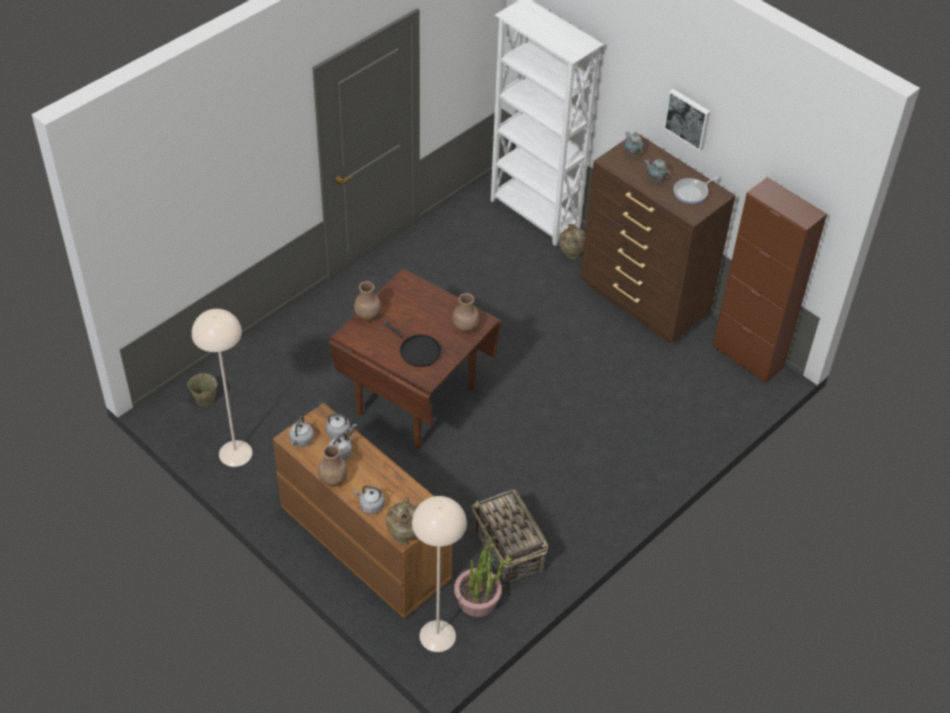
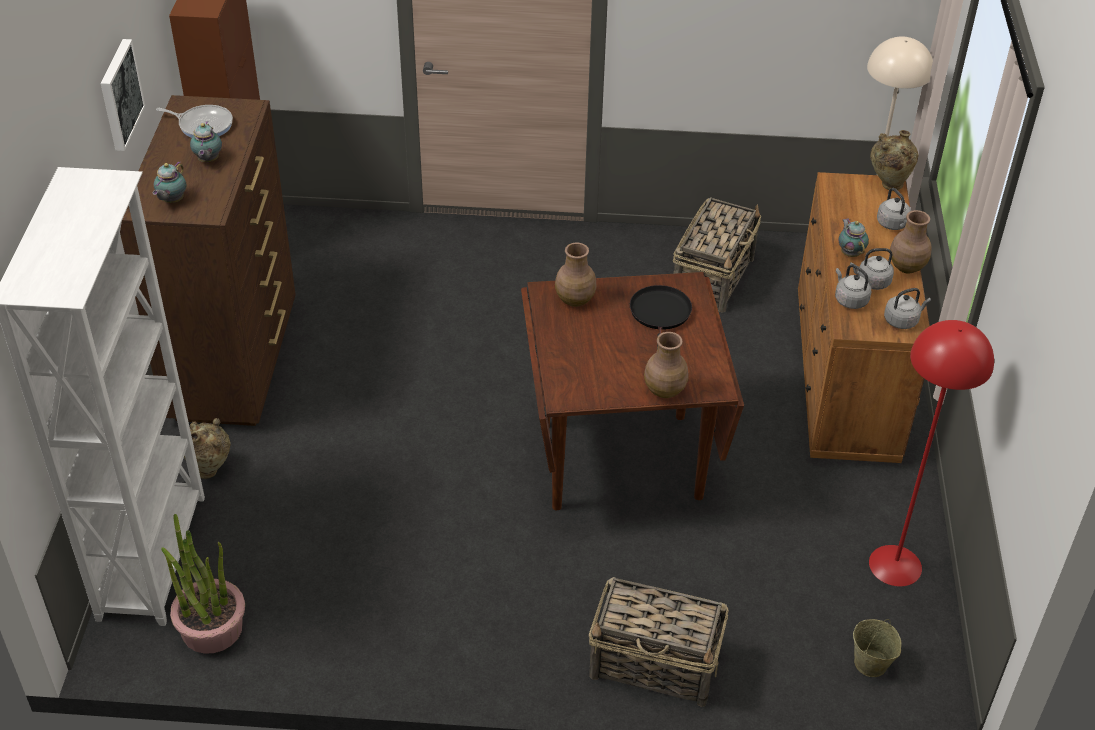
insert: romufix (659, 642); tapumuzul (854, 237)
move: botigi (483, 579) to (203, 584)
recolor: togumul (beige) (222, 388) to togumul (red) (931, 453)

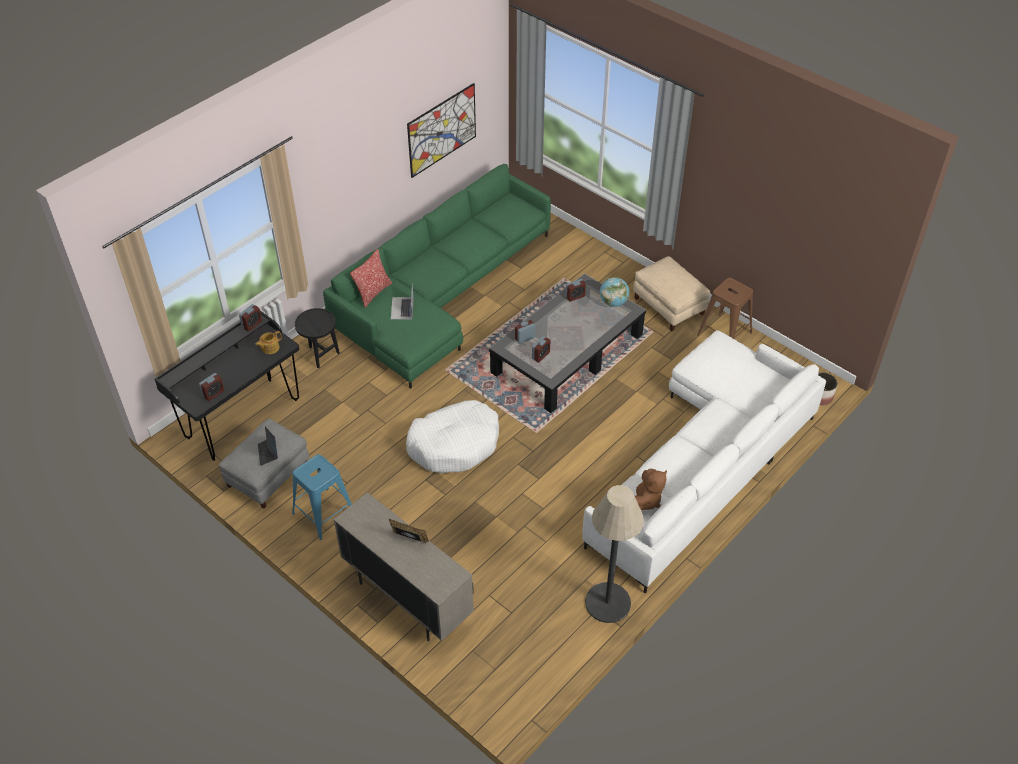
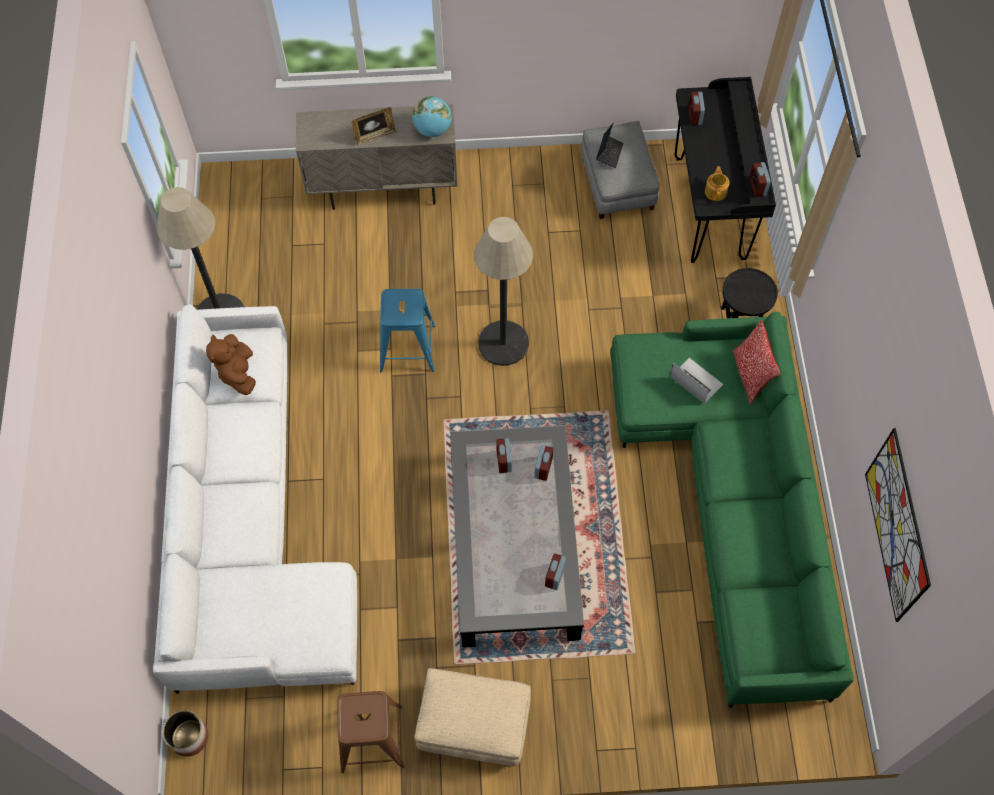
move: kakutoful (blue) (322, 497) to (407, 330); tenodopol (614, 292) to (432, 116)
replace: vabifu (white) (452, 436) to togumul (503, 291)
rotate: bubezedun (268, 446) = (609, 145) 75 degrees clockwise

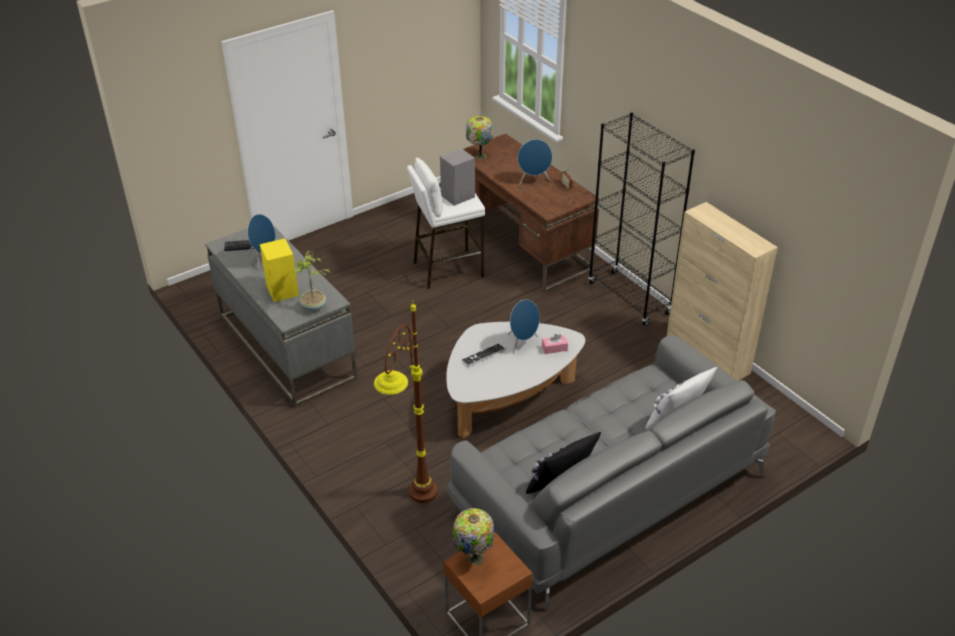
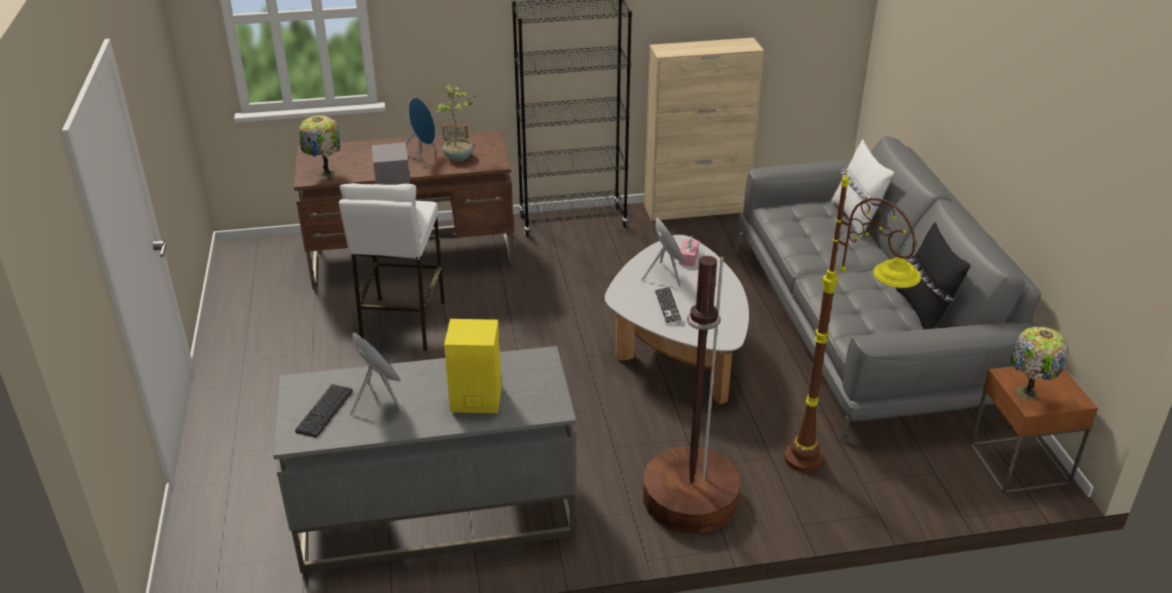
insert: togumul (brown) (692, 394)
move: botigi (311, 281) to (455, 123)

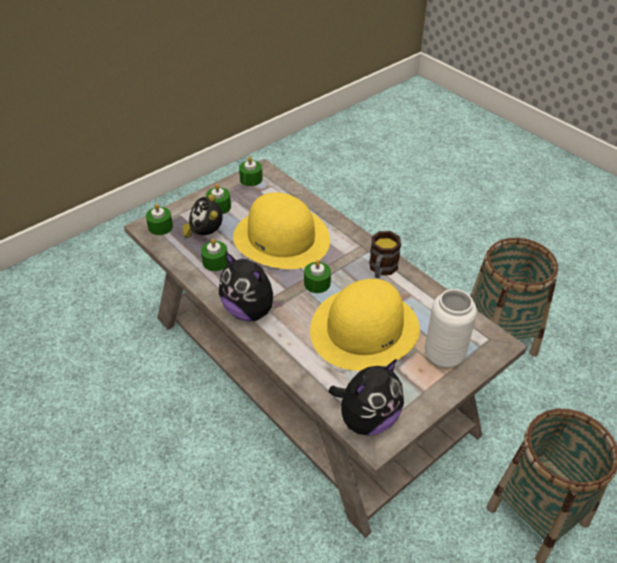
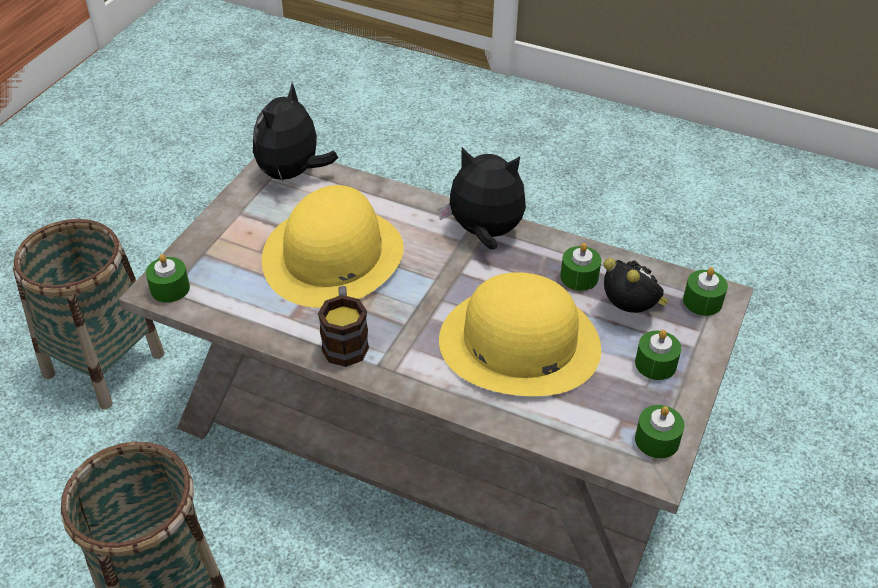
delete: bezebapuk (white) (451, 328)
move: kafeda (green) (317, 276) to (168, 278)

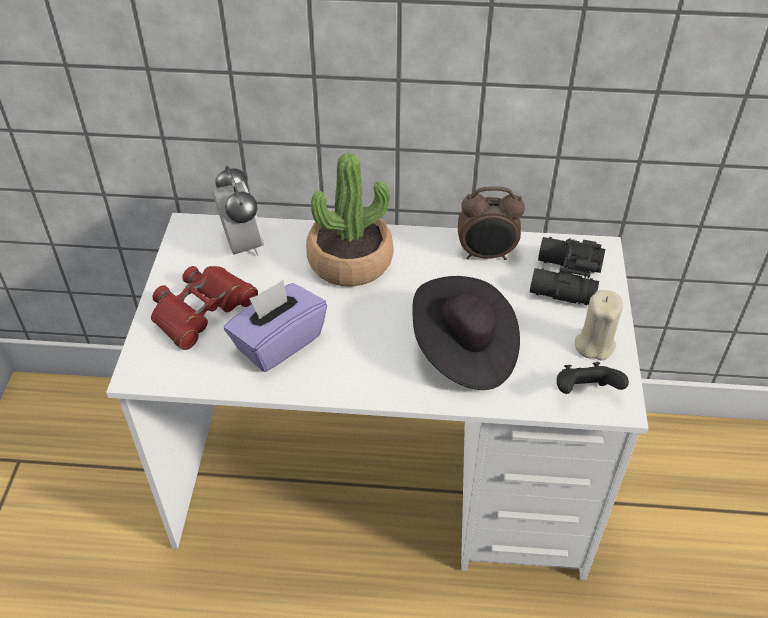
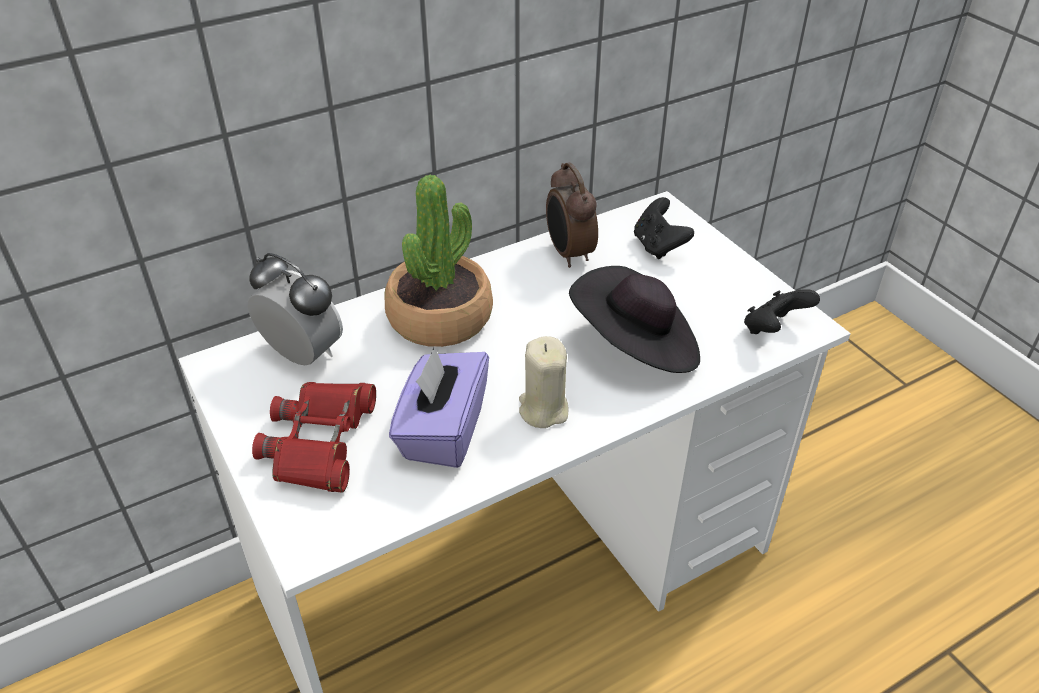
move: kafeda (beige) (599, 325) to (543, 382)
replace: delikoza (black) (567, 271) to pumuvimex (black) (664, 228)
rotate: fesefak (491, 223) = (572, 215) 105 degrees clockwise

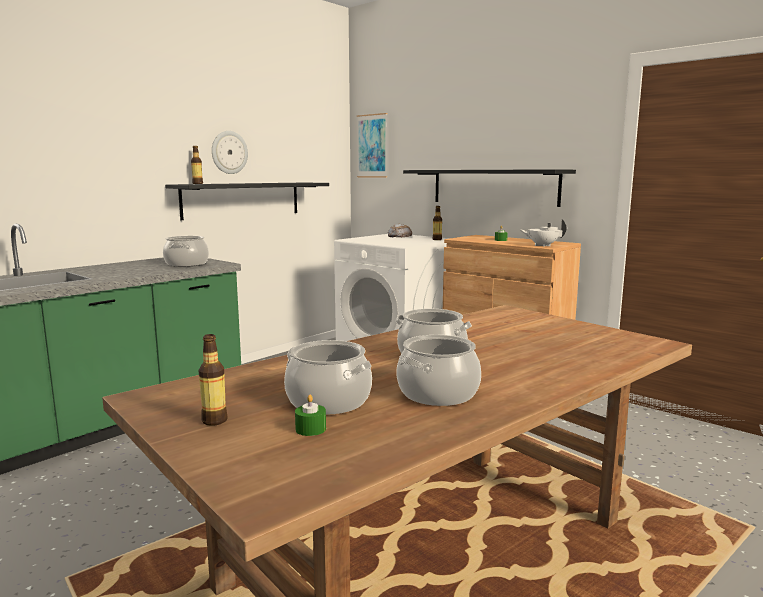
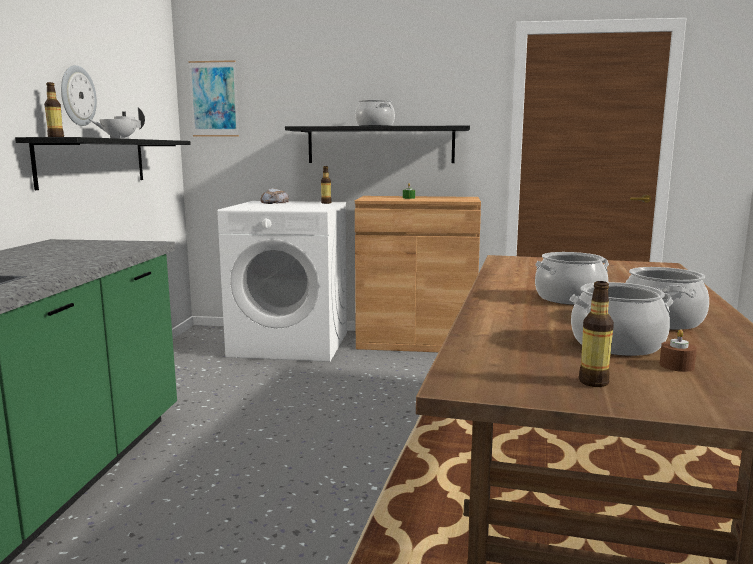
move: tapumuzul (white) (543, 233) to (116, 123); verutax (186, 251) to (375, 113)
recolor: kafeda (green) (310, 415) to kafeda (brown) (678, 350)

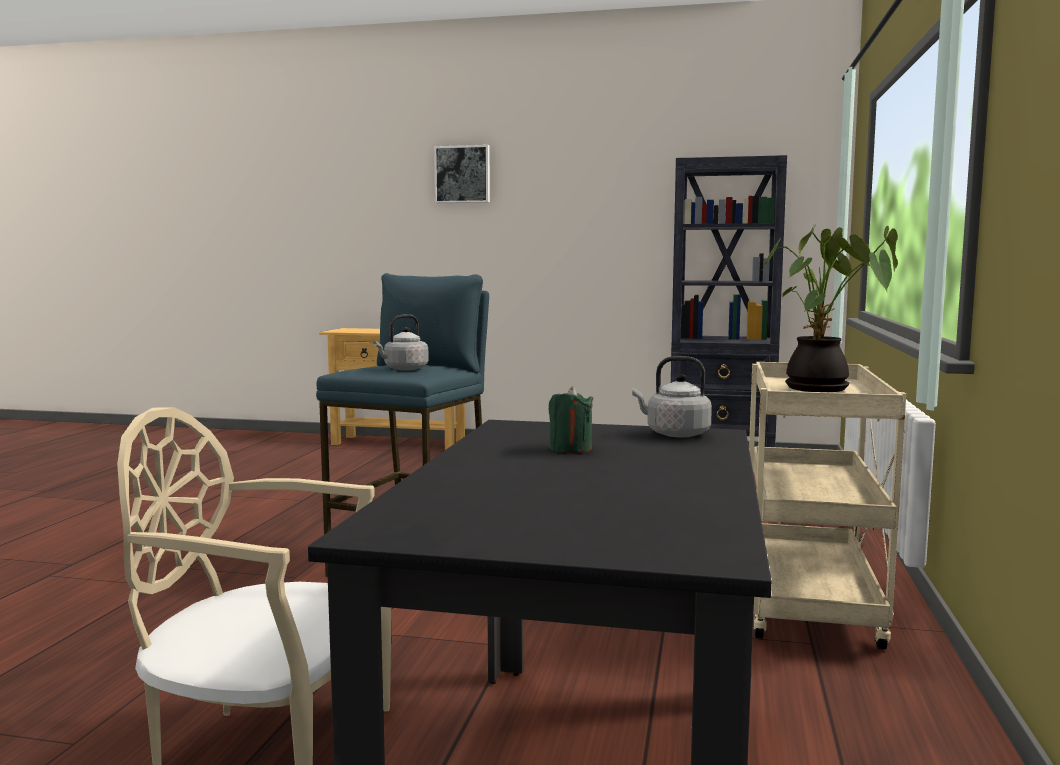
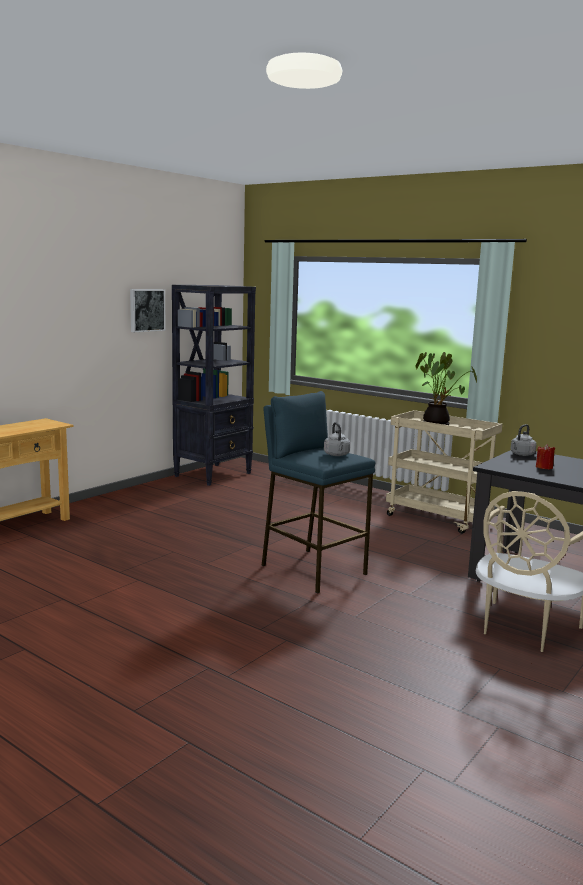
move: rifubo (462, 174) to (148, 310)
recolor: kafeda (green) (571, 419) to kafeda (red) (545, 457)

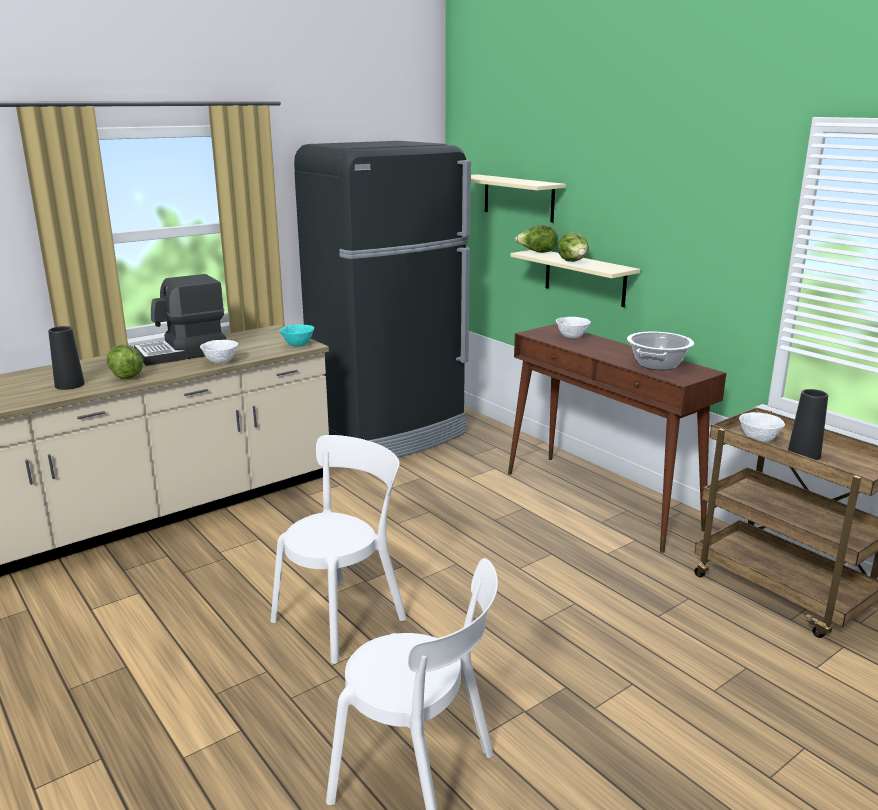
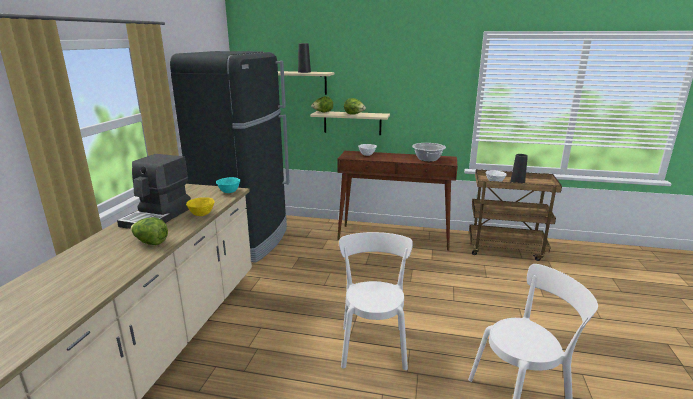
move: bezebapuk (black) (66, 358) to (304, 58)
recolor: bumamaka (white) (219, 352) to bumamaka (yellow) (200, 206)

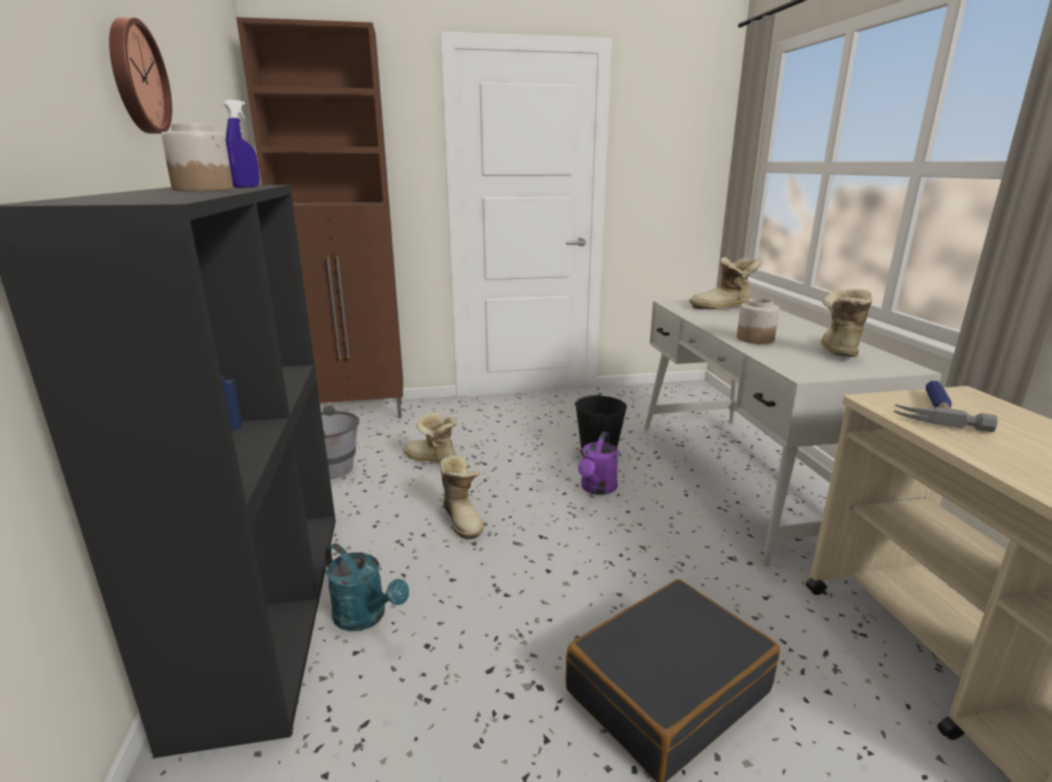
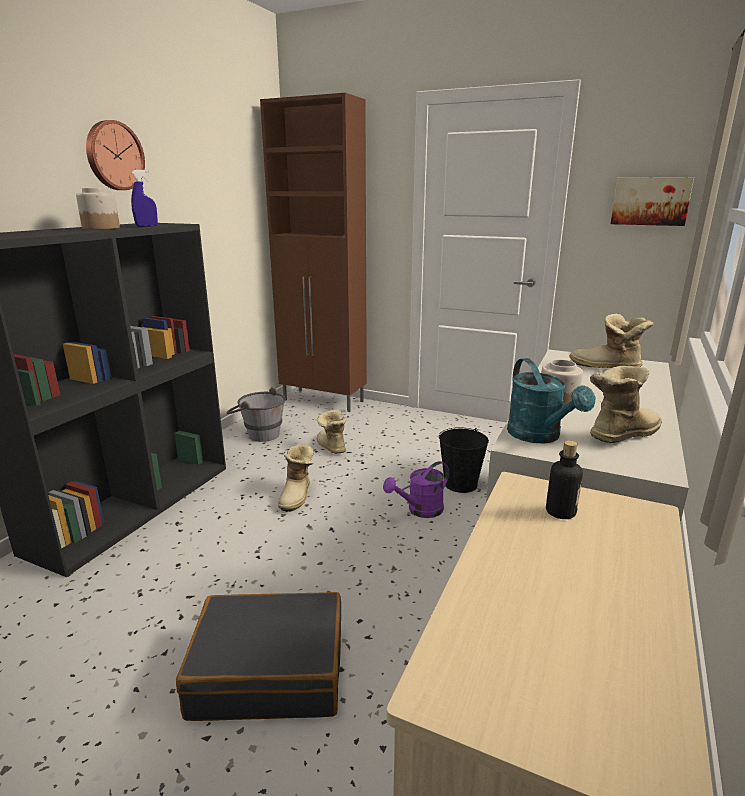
insert: rifubo (652, 201)
move: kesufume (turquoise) (367, 587) to (551, 400)
replace: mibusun (946, 406) to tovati (564, 479)

